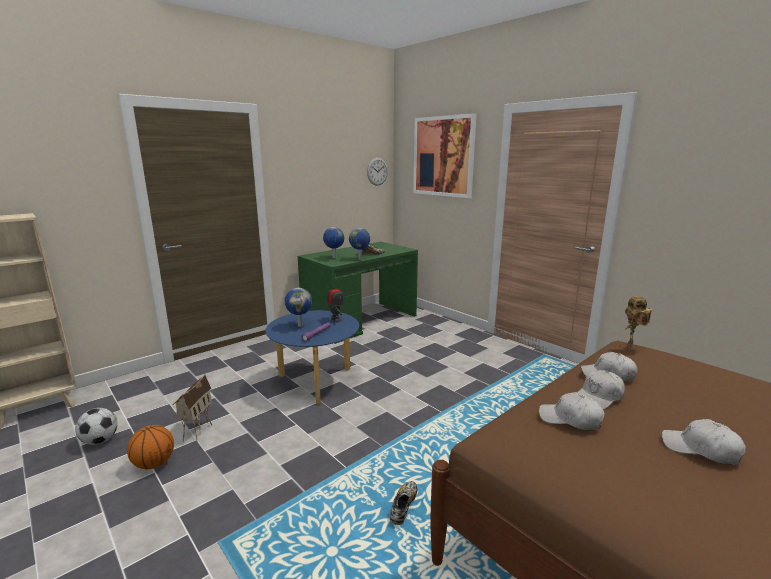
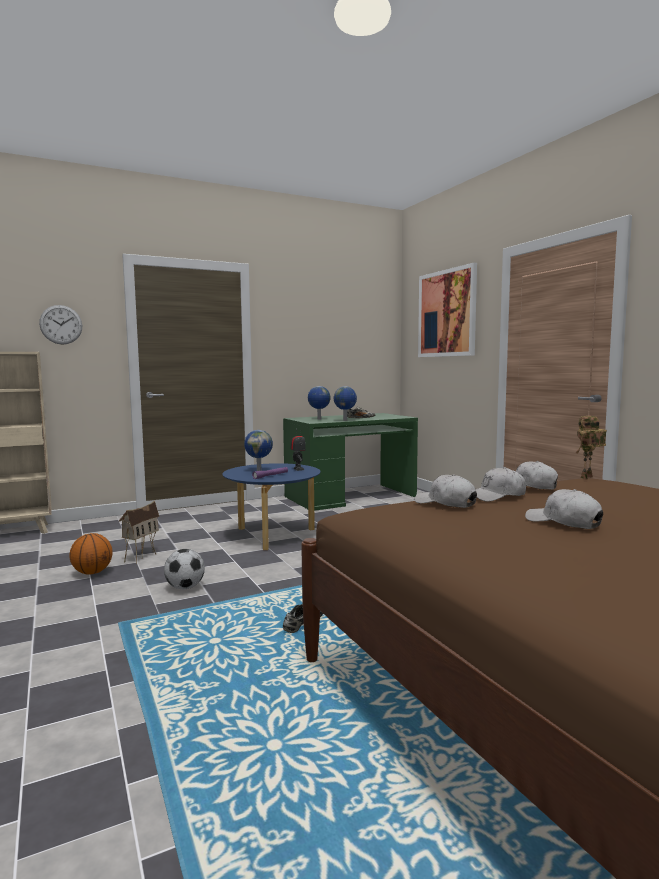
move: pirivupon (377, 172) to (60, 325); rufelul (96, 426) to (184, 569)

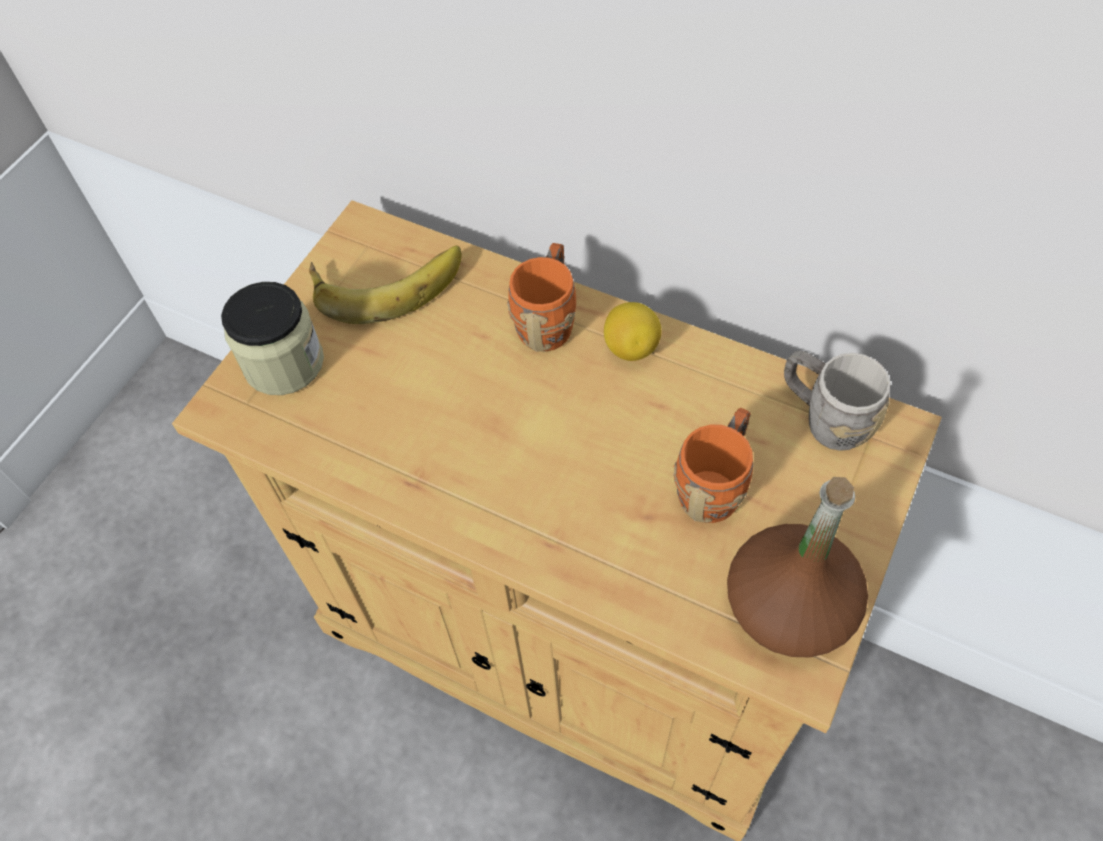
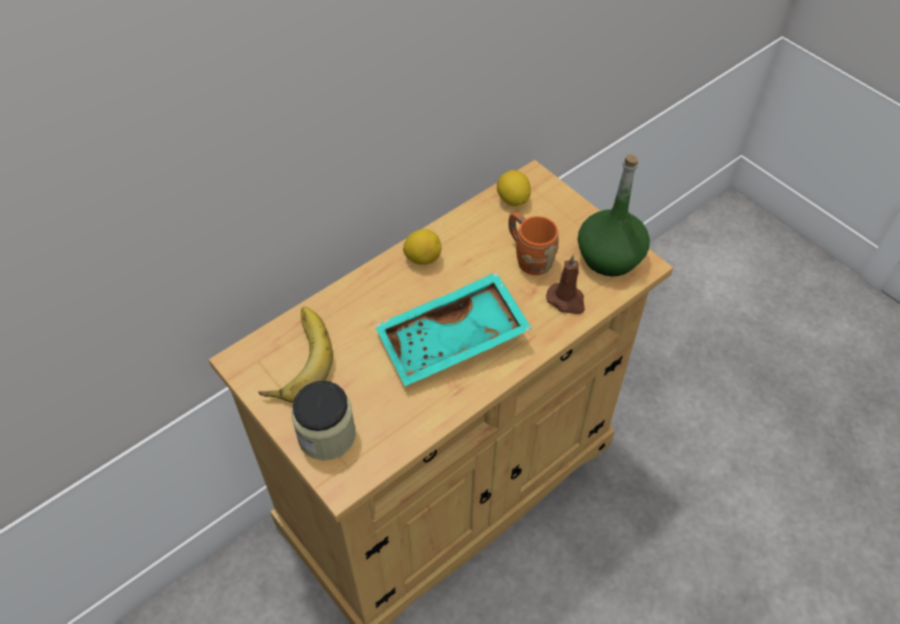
delete: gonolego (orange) (541, 297)
insert: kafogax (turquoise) (453, 329); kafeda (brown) (565, 284)
replace: gonolego (grey) (837, 401) to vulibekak (514, 188)
recolor: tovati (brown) (797, 567) to tovati (green) (614, 215)

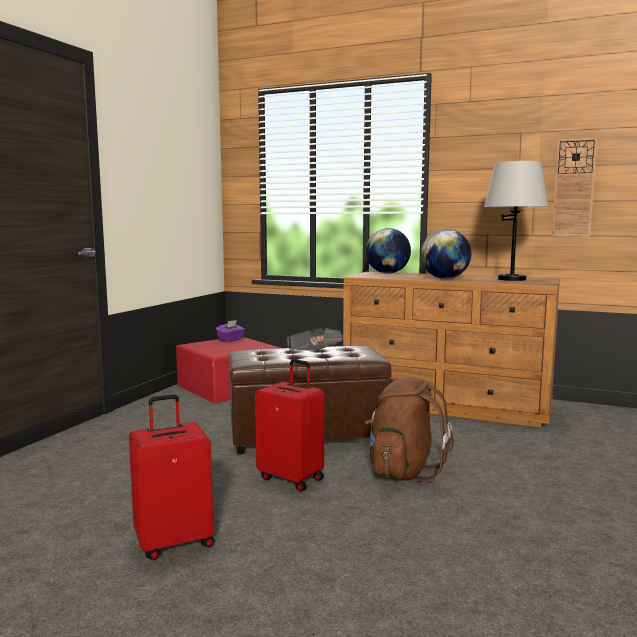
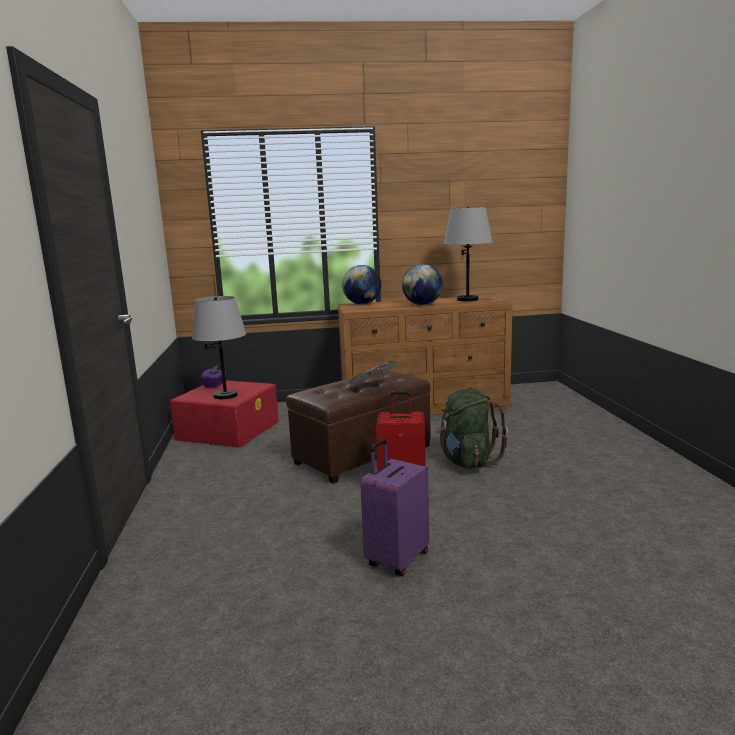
delete: pirivupon (574, 187)
insert: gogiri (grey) (219, 347)
recolor: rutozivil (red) (171, 477) to rutozivil (purple) (394, 507); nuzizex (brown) (409, 430) to nuzizex (green) (472, 428)

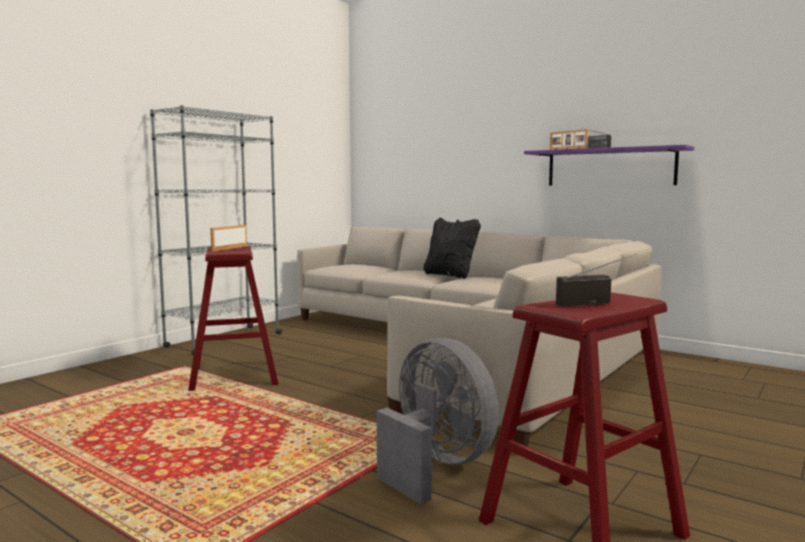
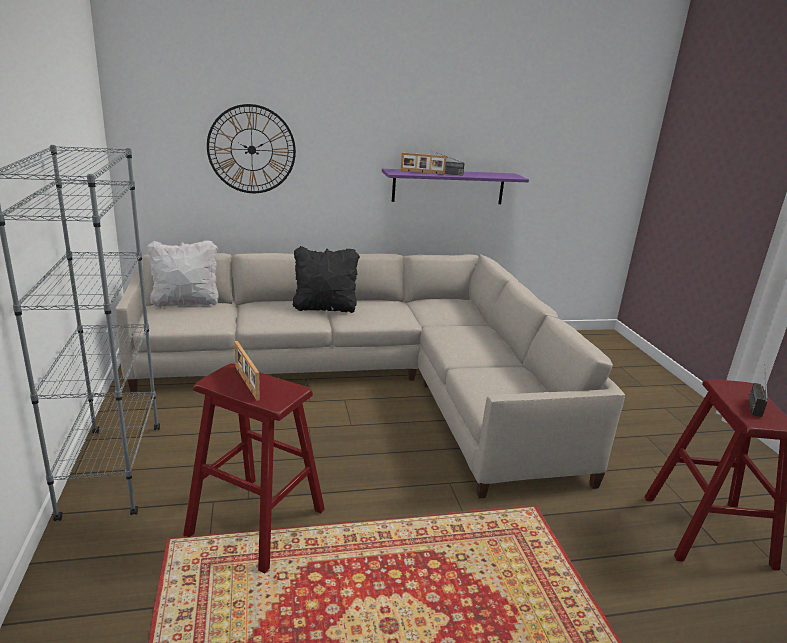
delete: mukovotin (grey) (438, 421)
insert: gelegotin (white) (183, 274); pirivupon (251, 148)

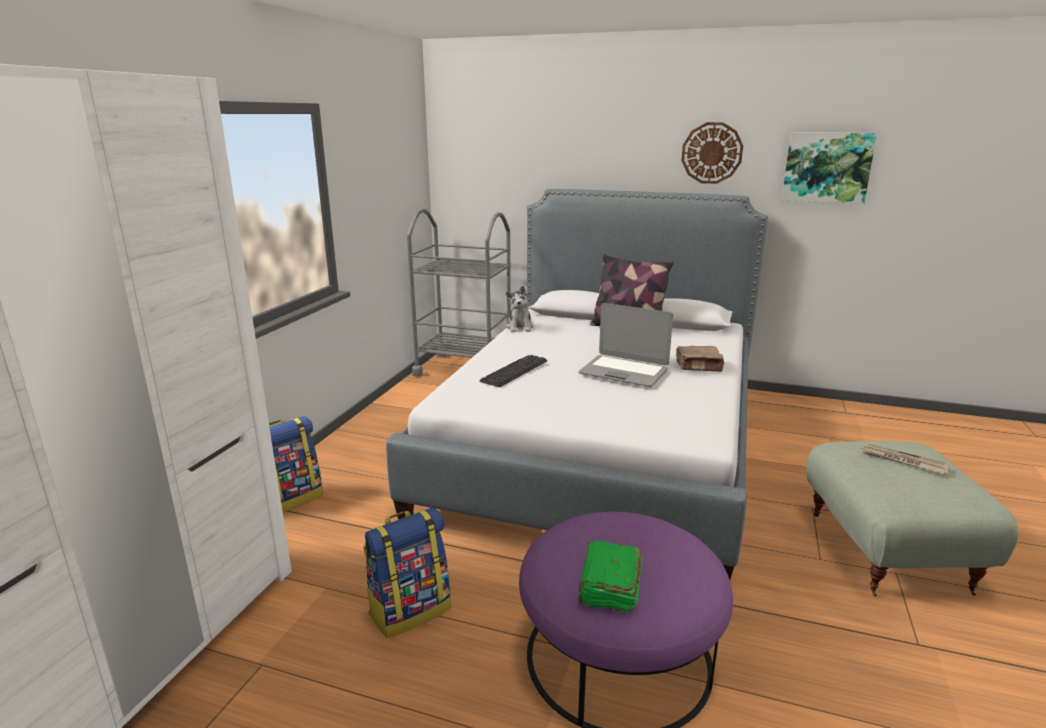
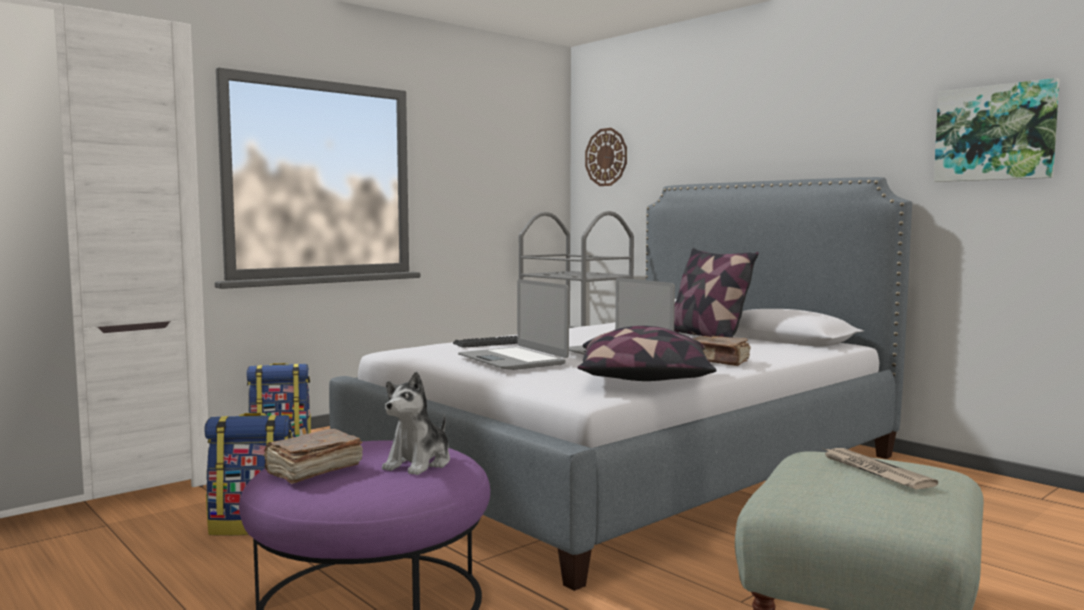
insert: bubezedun (513, 324); gelegotin (646, 353)
move: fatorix (520, 309) to (416, 423); pirivupon (712, 153) to (606, 157)
recolor: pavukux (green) (610, 577) to pavukux (brown) (313, 456)

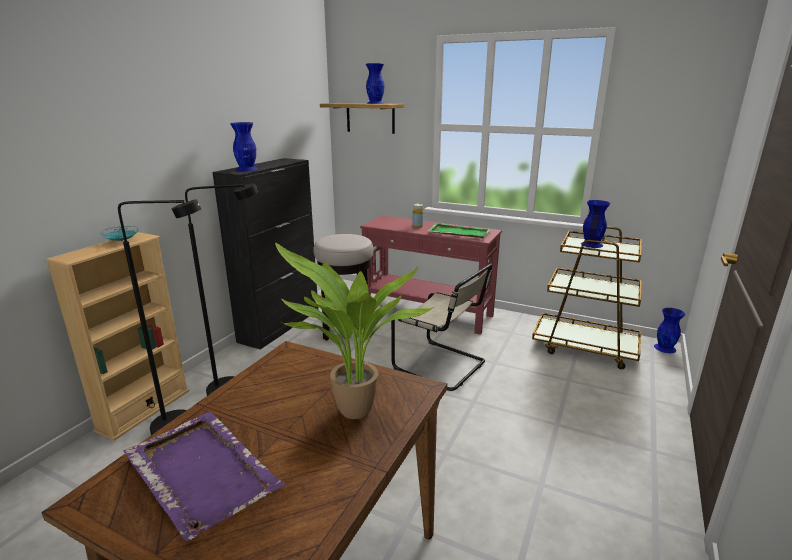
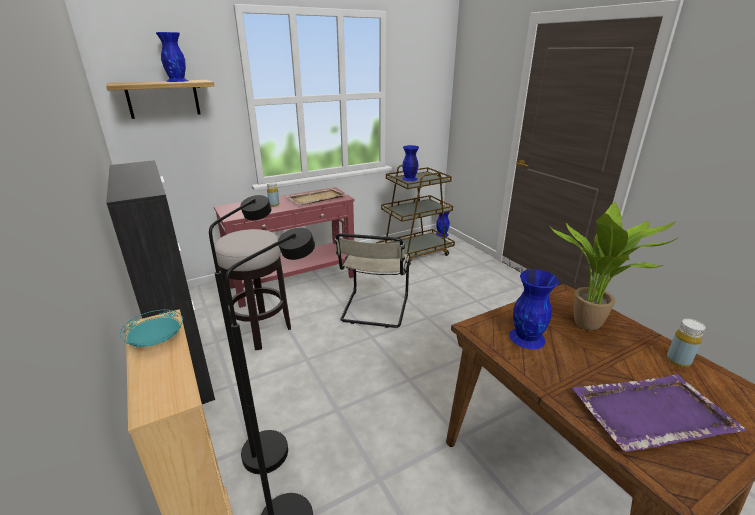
insert: tovati (yellow) (686, 343)
move: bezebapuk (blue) (244, 146) to (534, 309)
recolor: kafogax (green) (459, 230) to kafogax (beige) (316, 196)
rotate: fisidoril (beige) (442, 327) = (372, 280) 120 degrees clockwise

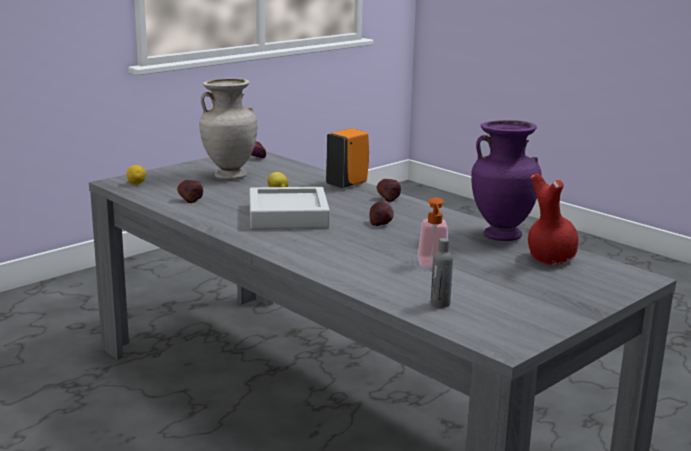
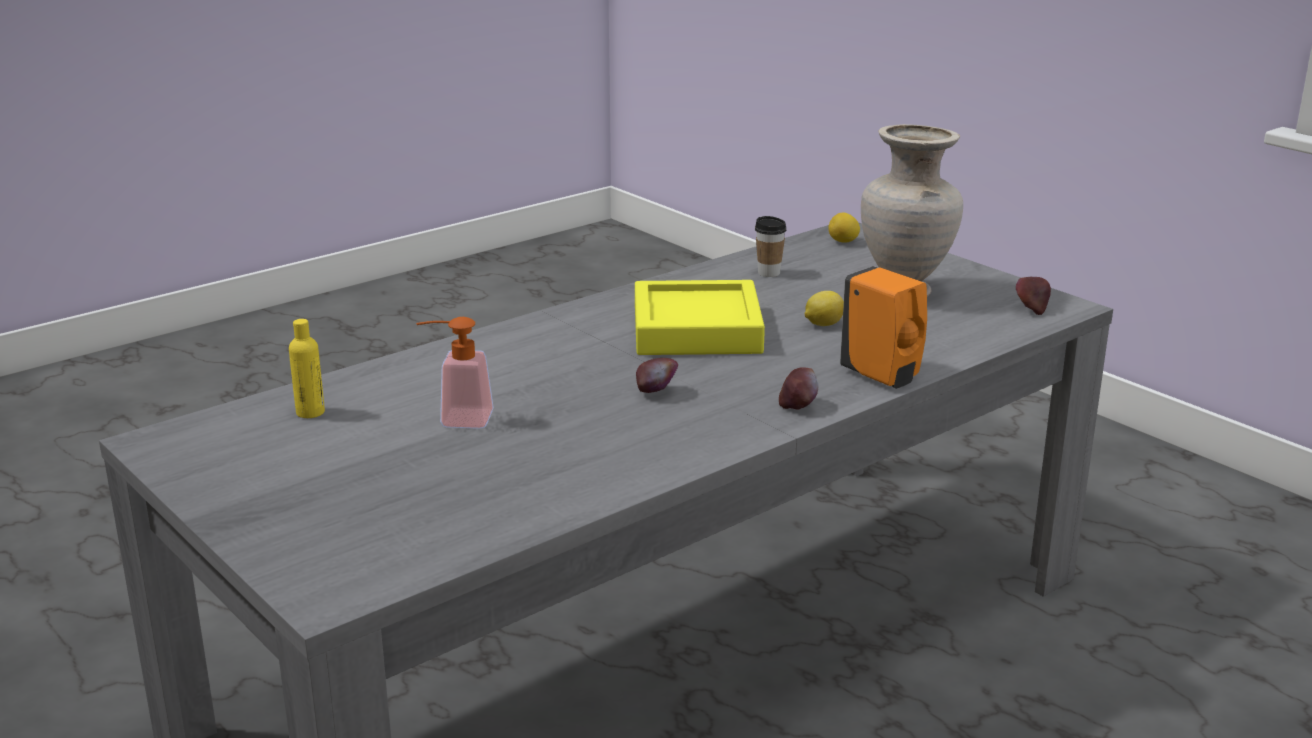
delete: bezebapuk (purple) (506, 180); bezebapuk (red) (553, 219)
replace: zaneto (190, 191) to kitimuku (770, 246)
recolor: tovati (grey) (442, 273) to tovati (yellow) (307, 368); kafogax (grey) (289, 208) to kafogax (yellow) (700, 317)

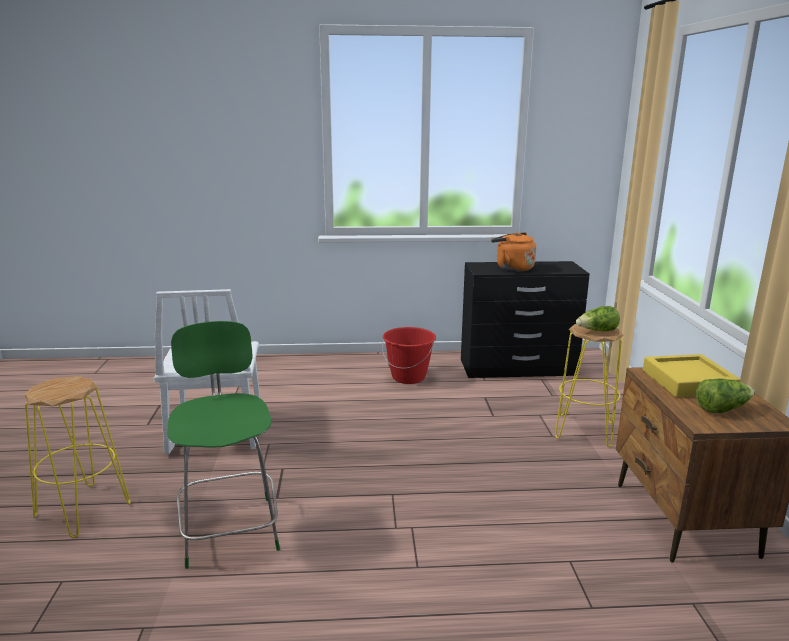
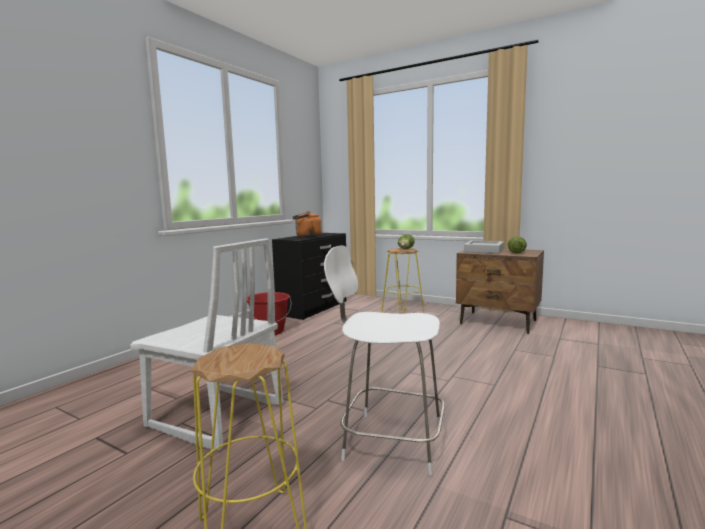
recolor: fisidoril (green) (223, 445) to fisidoril (white) (384, 361); kafogax (yellow) (692, 375) to kafogax (grey) (484, 247)

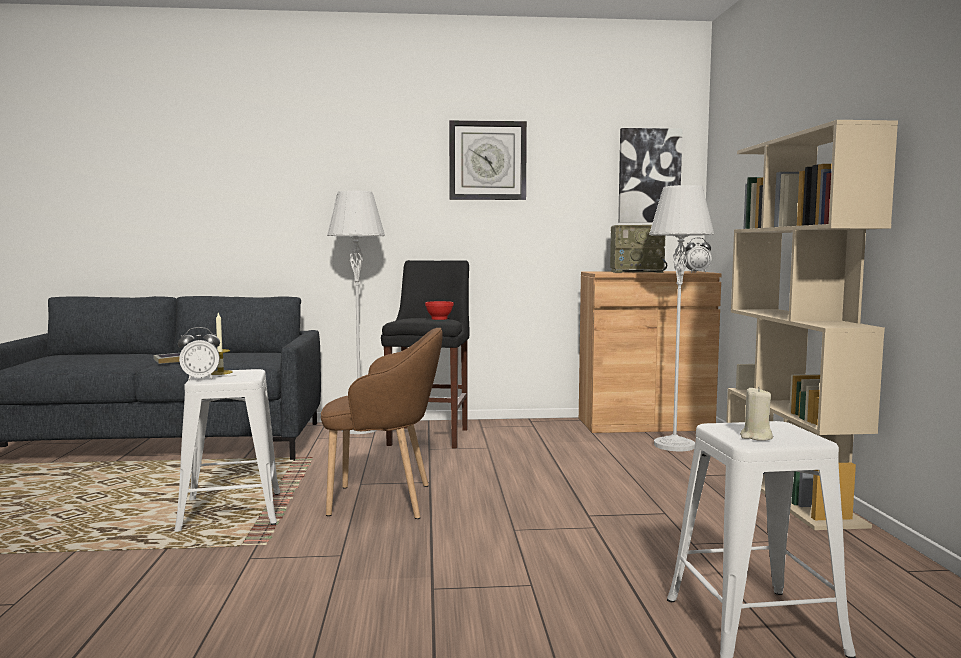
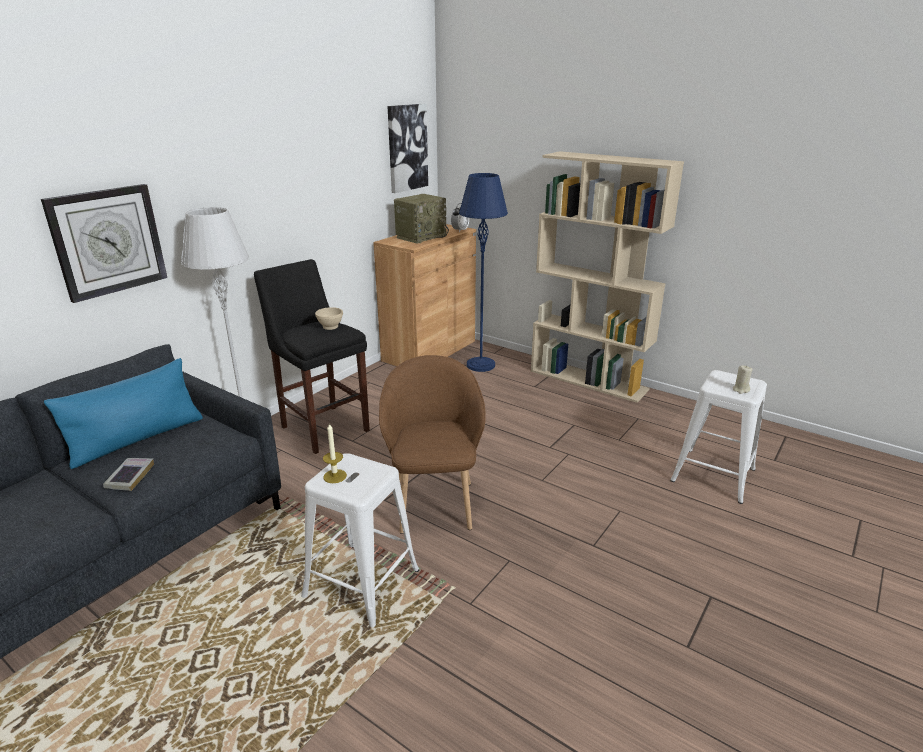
delete: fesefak (199, 354)
insert: gelegotin (blue) (123, 413)
move: pirivupon (488, 160) to (104, 243)
recolor: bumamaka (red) (439, 310) to bumamaka (beige) (329, 318); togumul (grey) (681, 318) to togumul (blue) (483, 272)
rotate: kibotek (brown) (382, 423) = (432, 444) 45 degrees counterclockwise

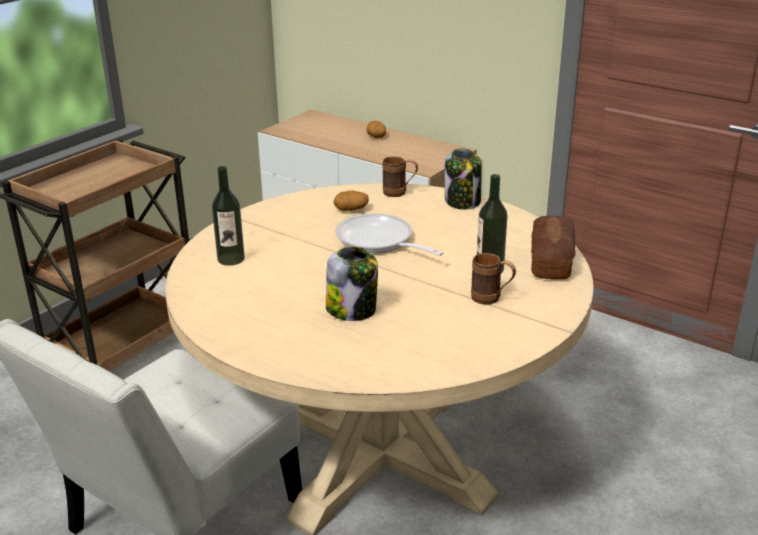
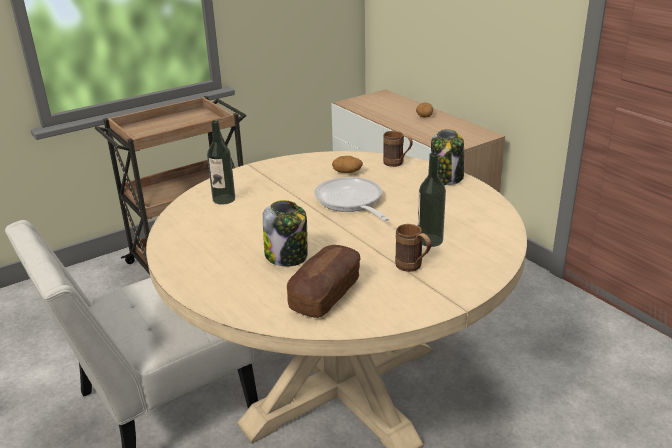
move: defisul (553, 247) to (323, 281)

